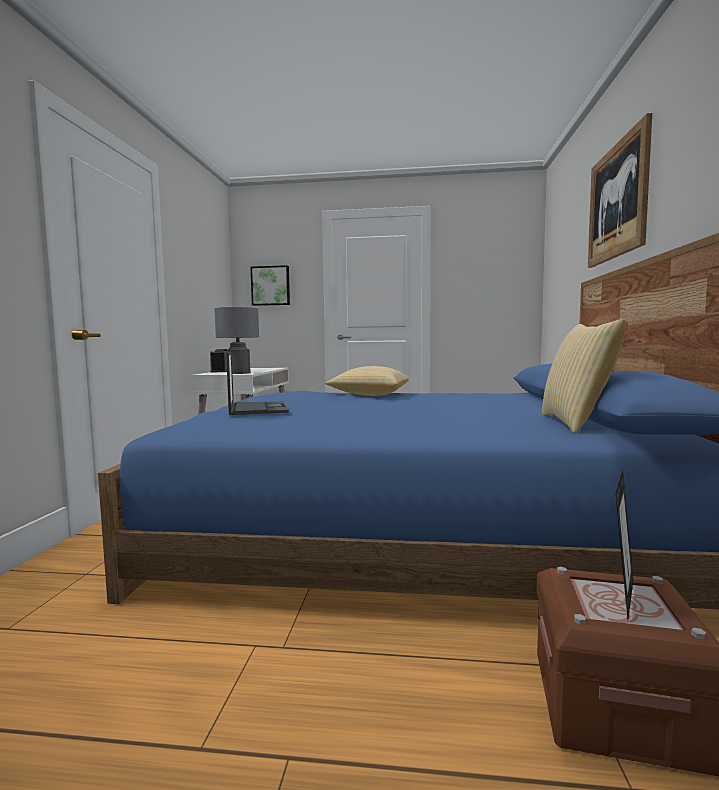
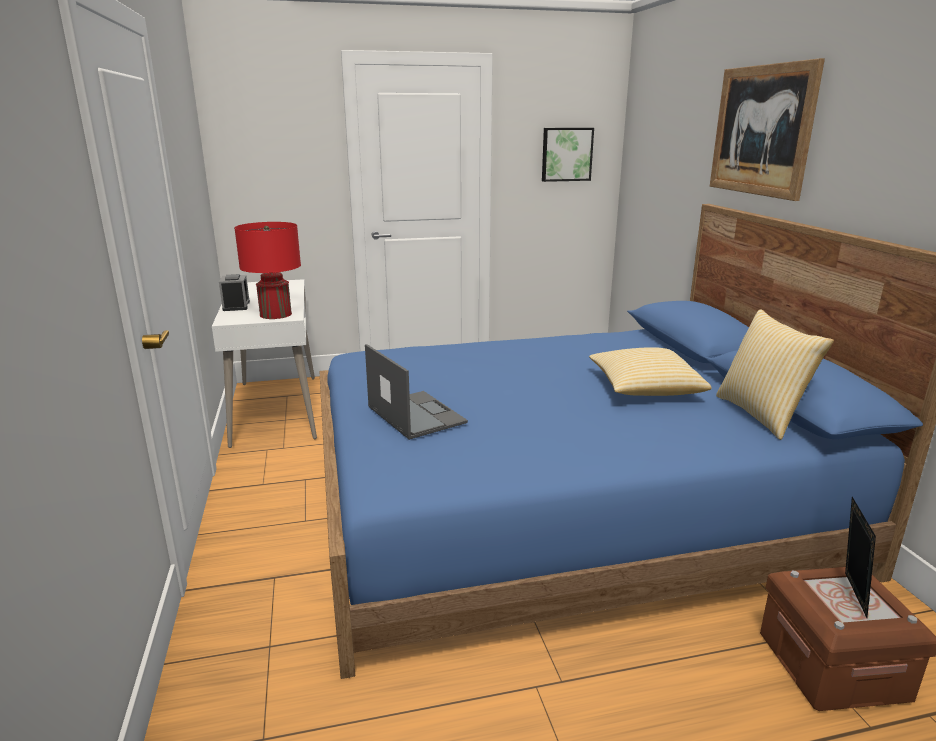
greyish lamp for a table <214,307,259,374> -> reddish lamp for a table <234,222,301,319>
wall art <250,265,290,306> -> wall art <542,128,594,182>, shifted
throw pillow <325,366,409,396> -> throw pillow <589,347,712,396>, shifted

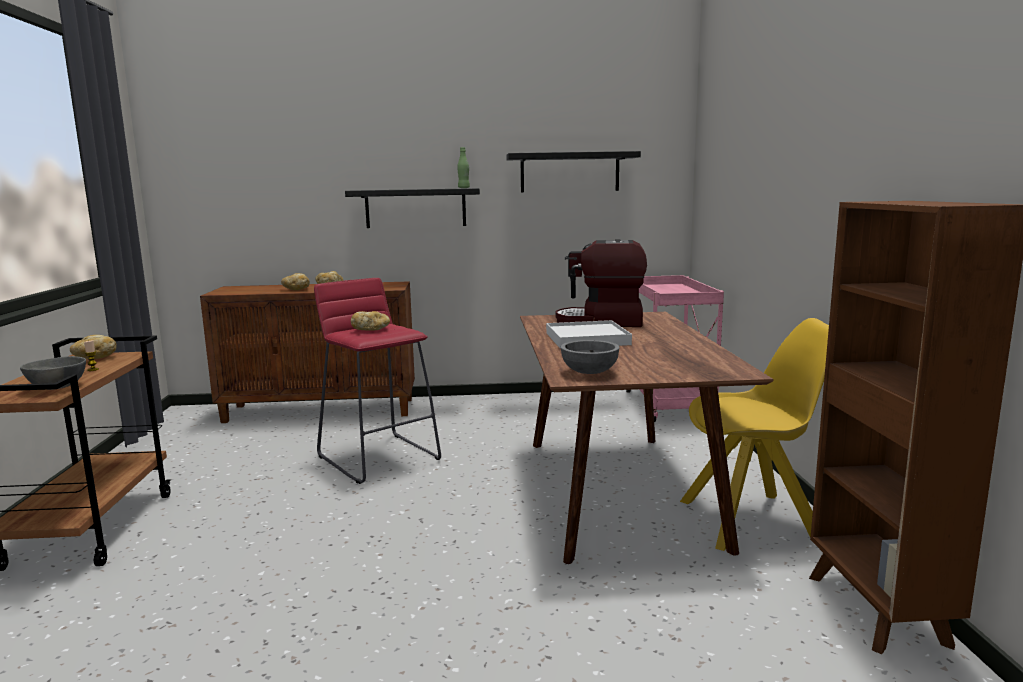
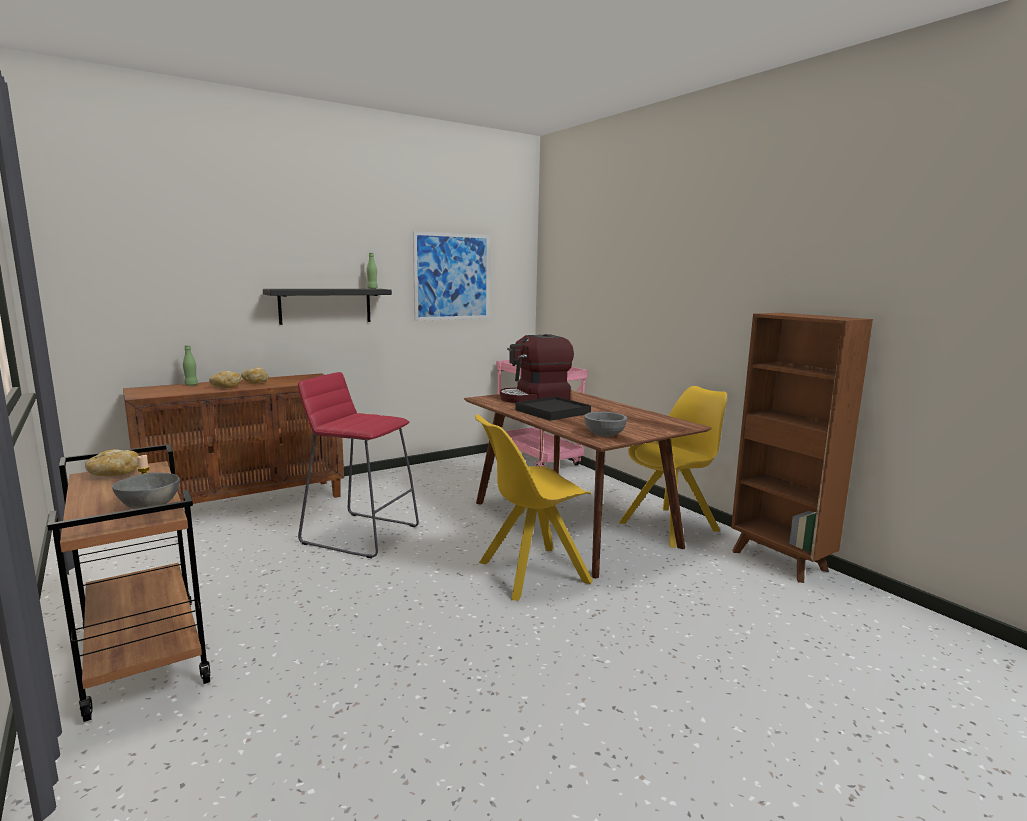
none -> green-coloured beverage bottle <183,345,198,386>
blackish bracket shelf <507,151,641,192> -> wall art <413,231,490,321>
none -> yellow chair <475,414,593,601>
white serving tray <546,320,632,349> -> blackish serving tray <515,396,591,421>
bread <351,311,390,331> -> none

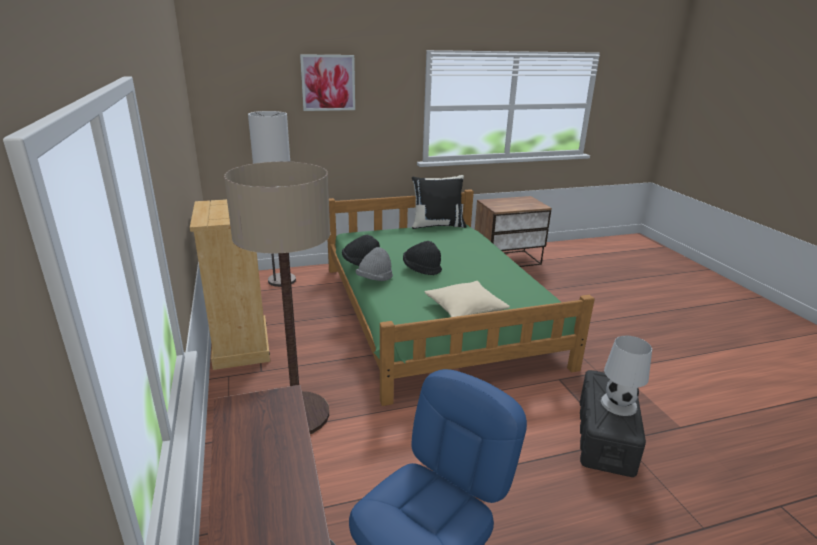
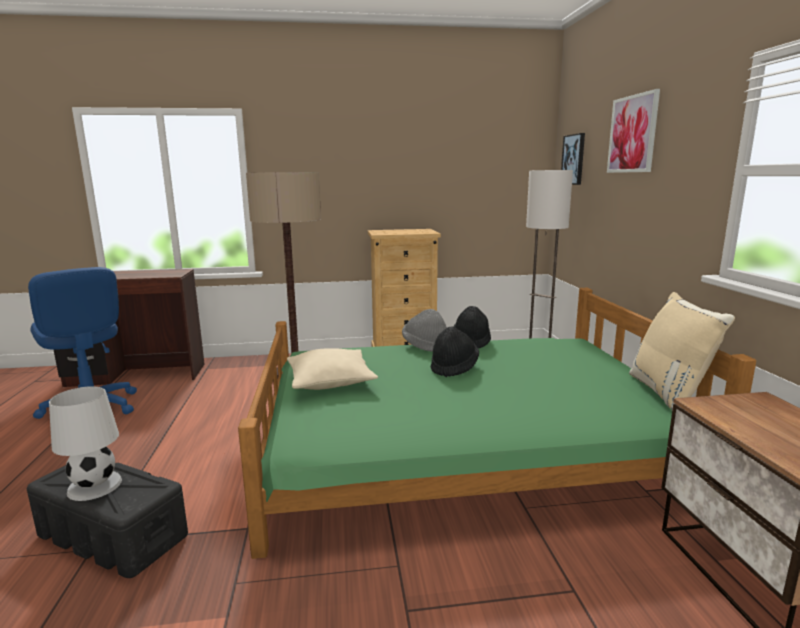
none -> wall art <561,133,585,185>
blackish throw pillow <412,175,467,229> -> beige throw pillow <629,292,735,410>

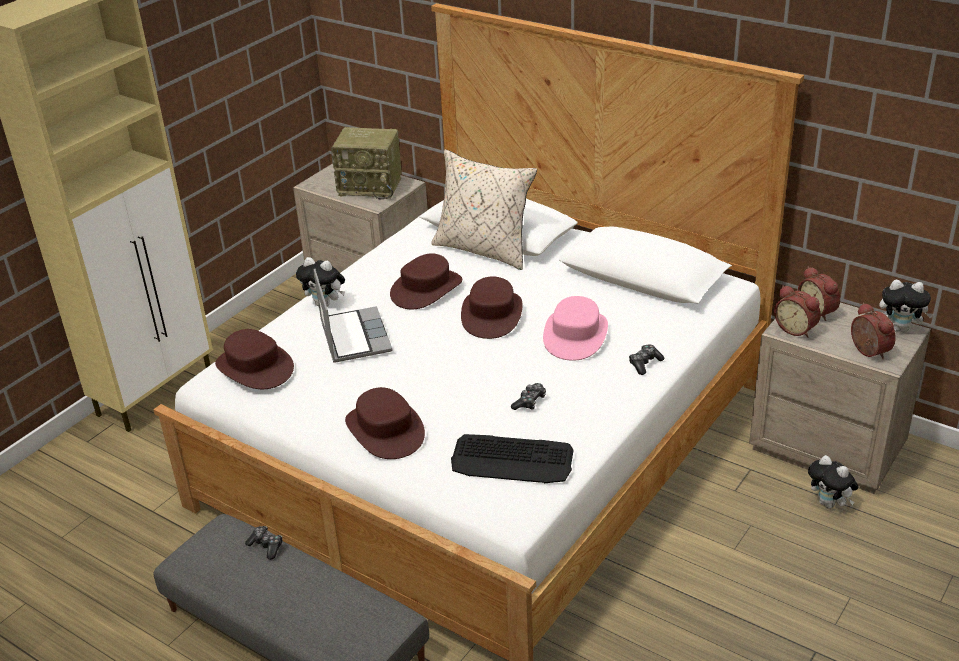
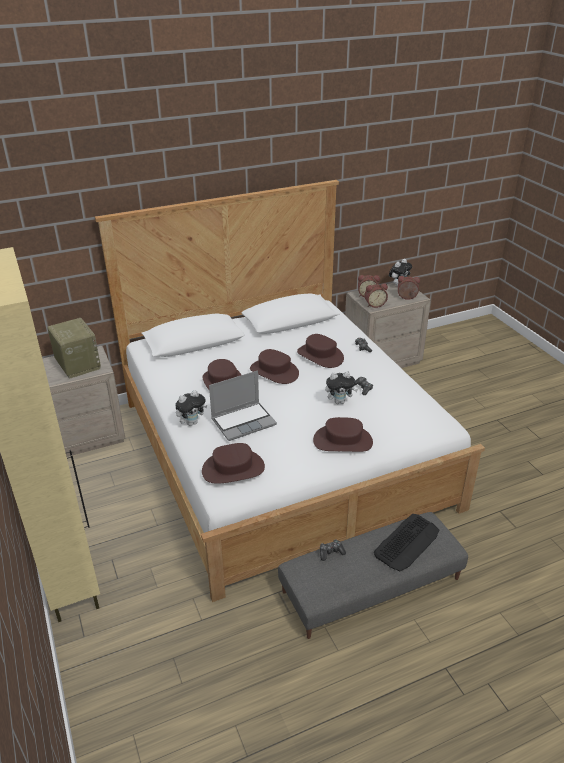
radio set <331,127,402,199> -> radio set <47,318,101,379>, 75 degrees counterclockwise
notebook computer <314,268,393,363> -> notebook computer <209,370,277,441>, 135 degrees clockwise
pink clothing hat <543,296,608,361> -> brown-coloured clothing hat <297,334,344,368>
soft toy <808,455,858,509> -> soft toy <325,372,358,404>, shifted
computer keyboard <451,434,574,483> -> computer keyboard <374,514,439,571>, shifted
beige throw pillow <431,149,537,270> -> none

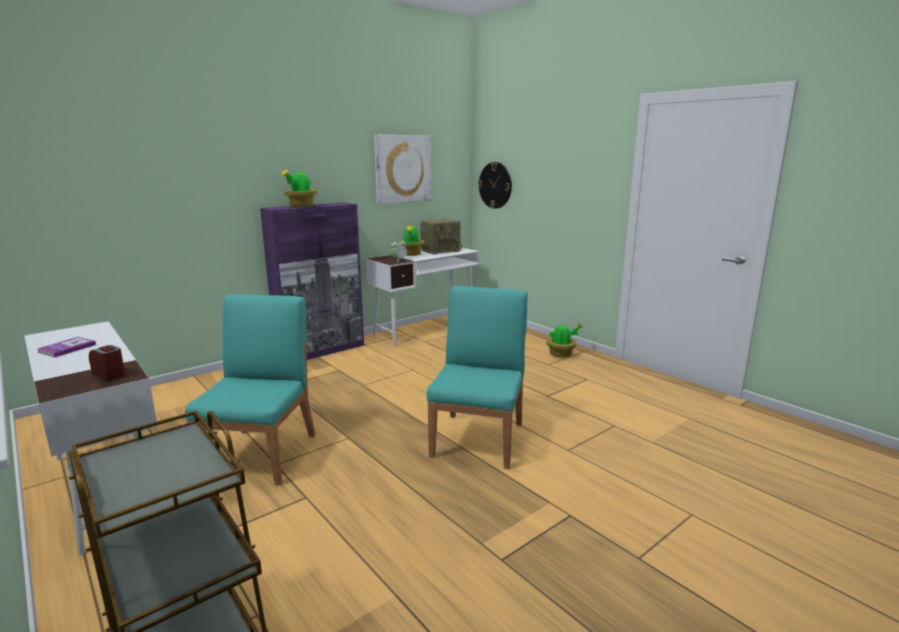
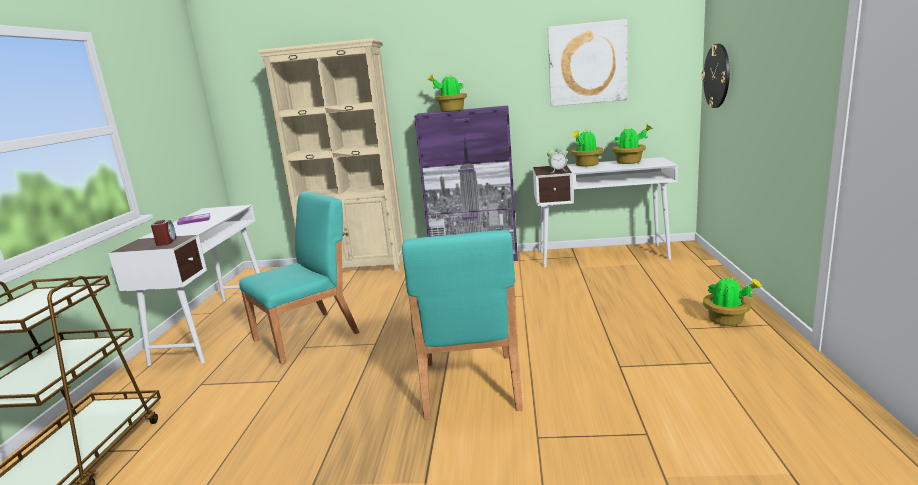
none -> beige bookshelf <257,38,404,272>
blue-green chair <427,286,528,469> -> blue-green chair <402,230,523,420>, 120 degrees clockwise
radio set <420,219,462,255> -> plant in a pot <612,124,653,164>

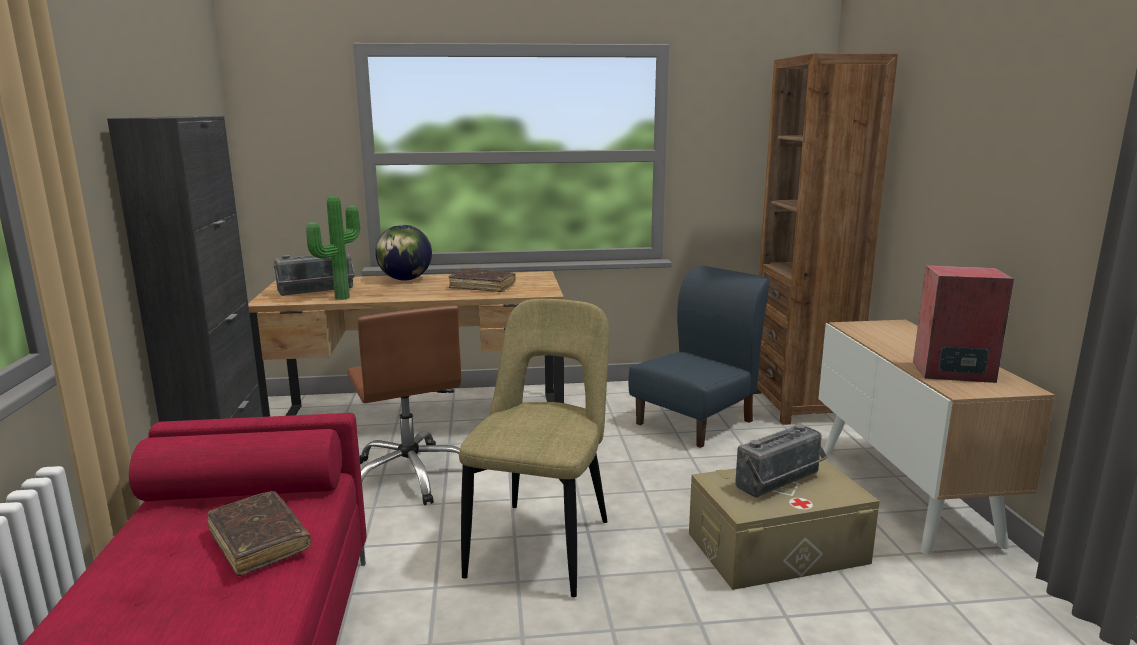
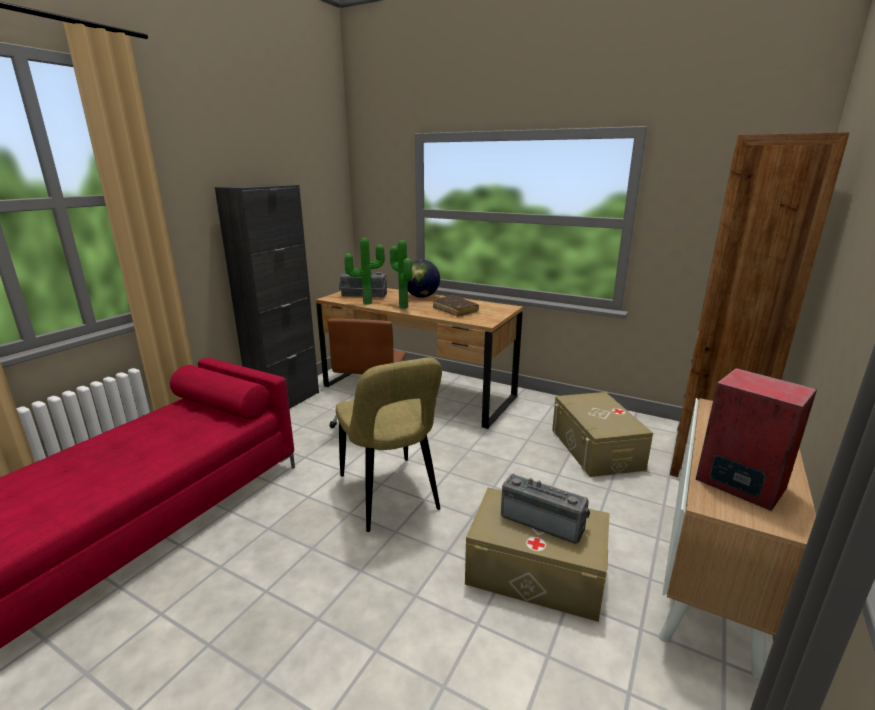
beige chair <459,299,610,597> -> beige chair <336,358,442,532>, 105 degrees clockwise
none -> plant in a pot <390,240,412,309>
radio set <735,424,828,497> -> radio set <501,474,590,544>, 150 degrees counterclockwise
bluish chair <628,266,769,448> -> beige storage container <552,392,653,477>
brown-coloured book <207,491,311,576> -> none

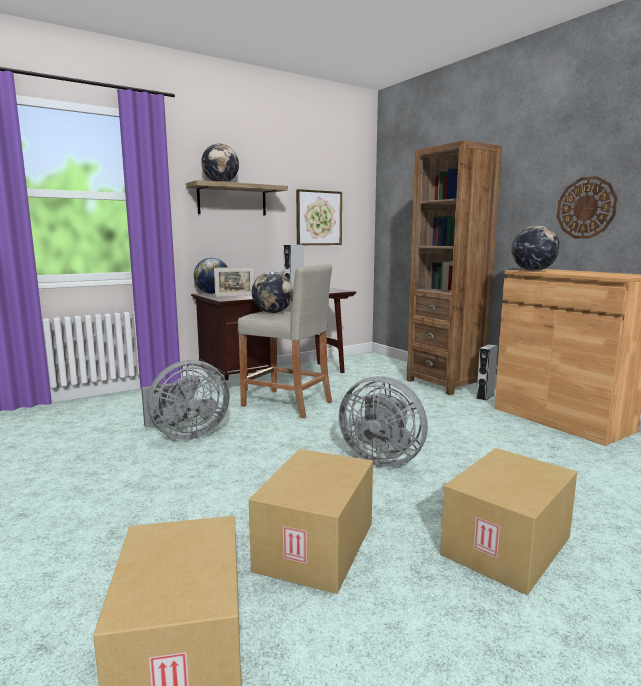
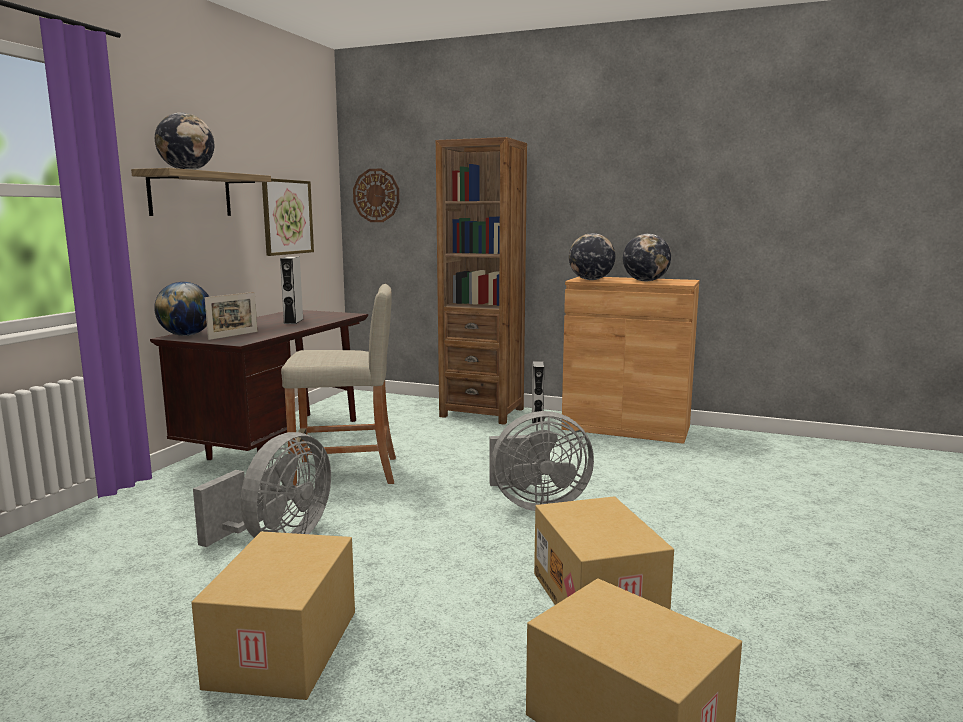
packing box <440,448,577,595> -> packing box <191,531,355,700>, shifted
hanging clock <557,176,617,239> -> hanging clock <353,169,399,222>, shifted
world globe <252,271,293,313> -> world globe <623,234,671,281>, shifted

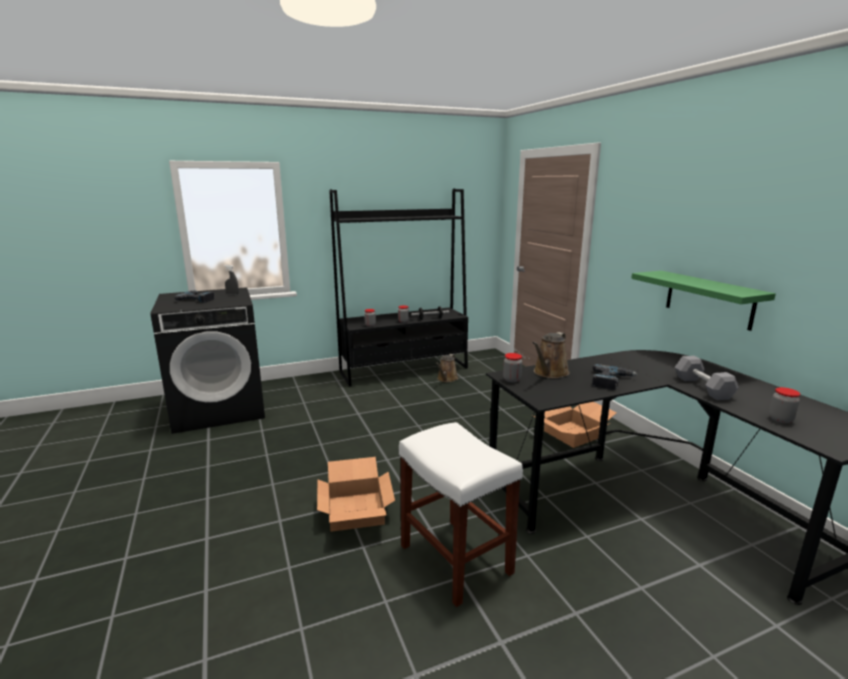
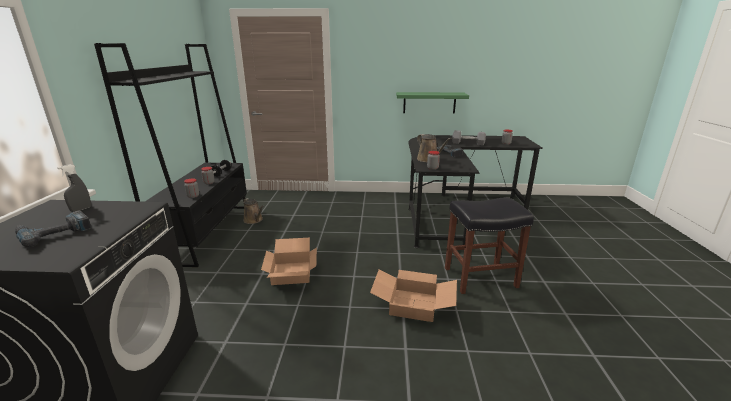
packing box <533,402,617,448> -> packing box <261,238,317,285>, shifted
white sitting stool <399,422,523,607> -> blackish sitting stool <445,197,534,294>

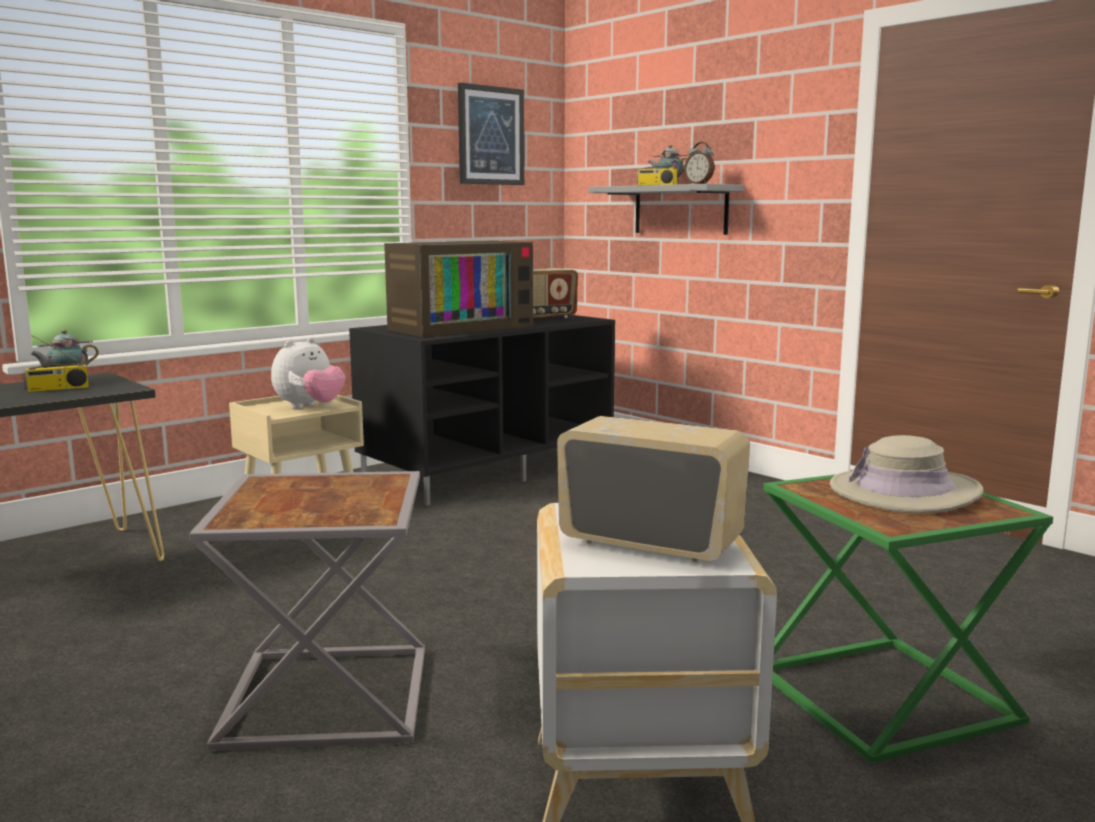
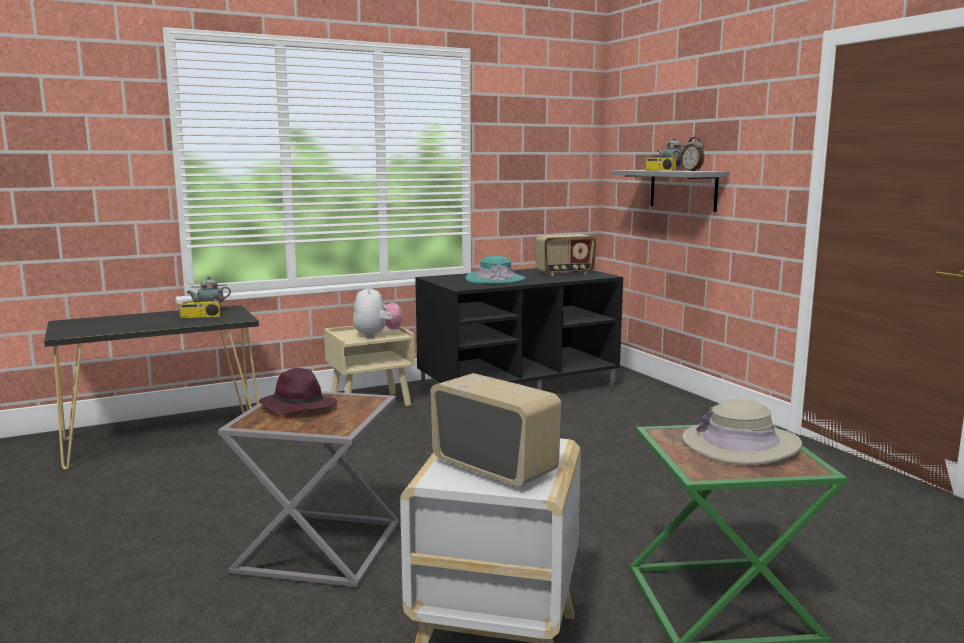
none -> purplish clothing hat <259,368,337,415>
soft toy <271,338,346,409> -> soft toy <353,285,402,338>, 60 degrees counterclockwise
TV set <384,241,533,337> -> blue-green clothing hat <466,256,526,284>
wall art <458,83,524,185> -> none

